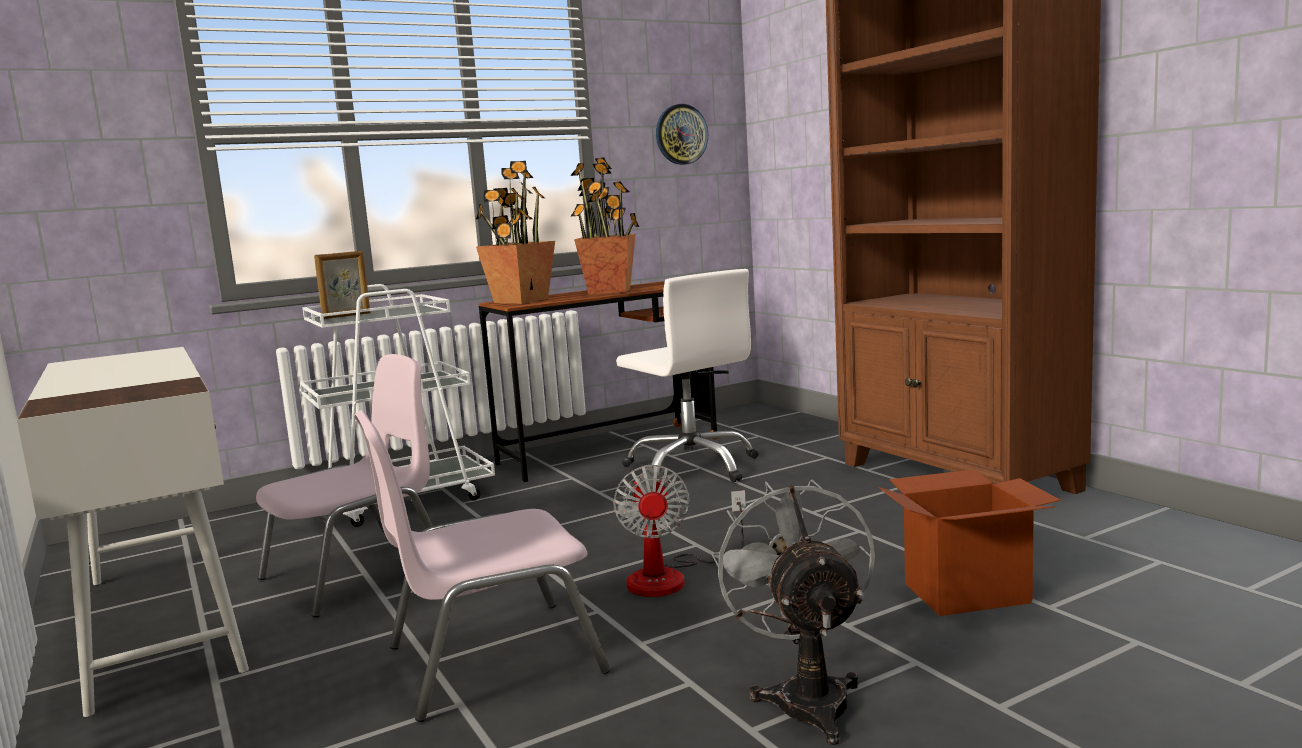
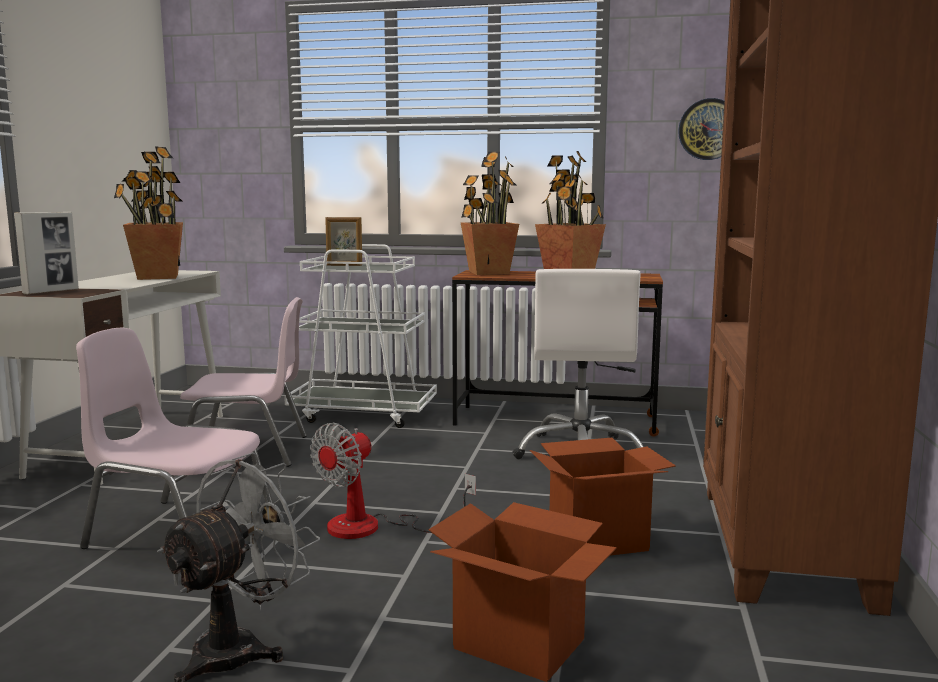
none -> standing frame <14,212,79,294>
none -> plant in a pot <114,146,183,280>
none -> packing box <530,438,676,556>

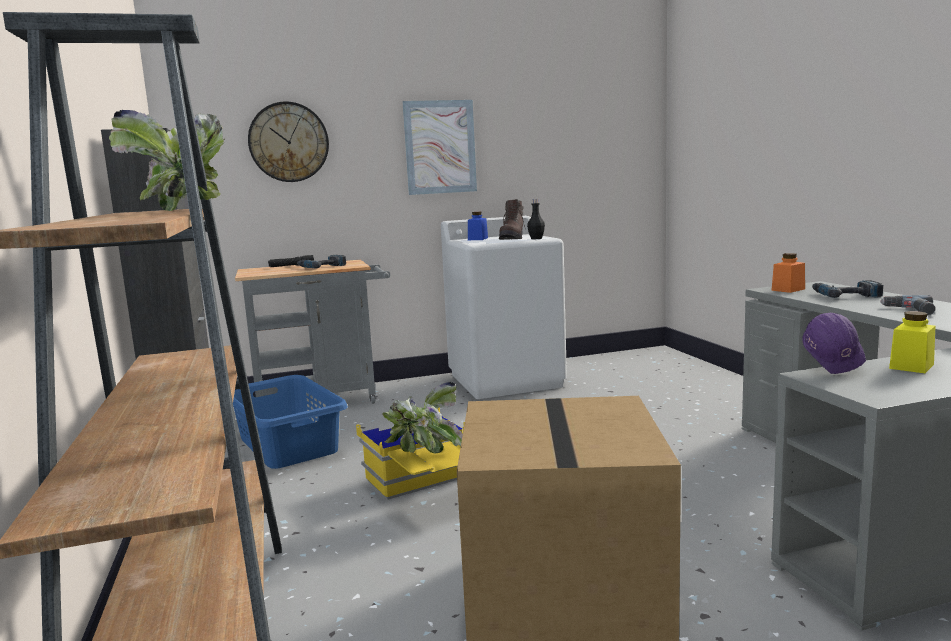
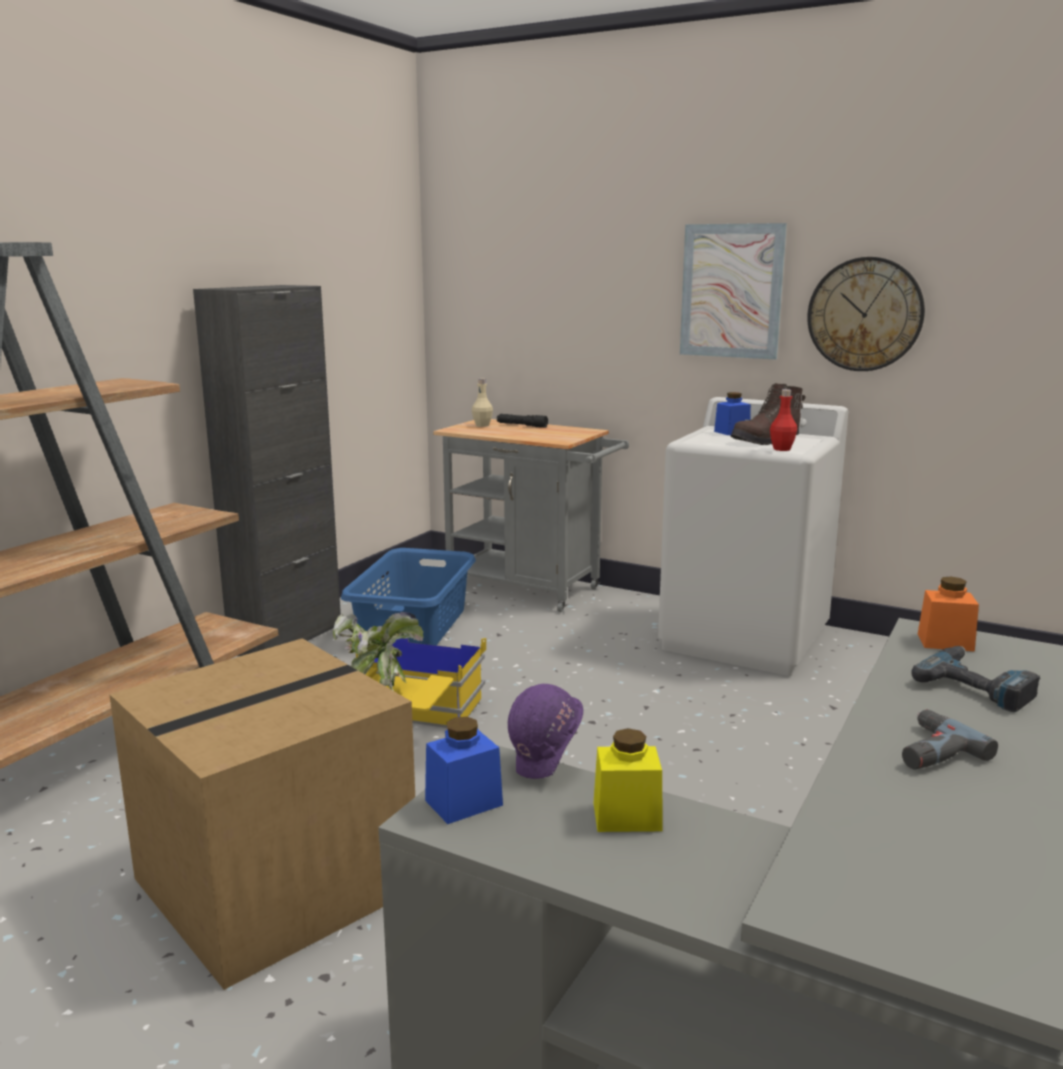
none -> bluish jar <425,717,503,824>
none -> beige beverage bottle <472,378,493,427>
blackish beverage bottle <527,199,545,239> -> reddish beverage bottle <770,389,797,451>
hanging clock <248,101,329,182> -> hanging clock <807,257,925,371>, shifted
plant in a pot <109,110,225,211> -> none
electric drill <297,255,346,268> -> none

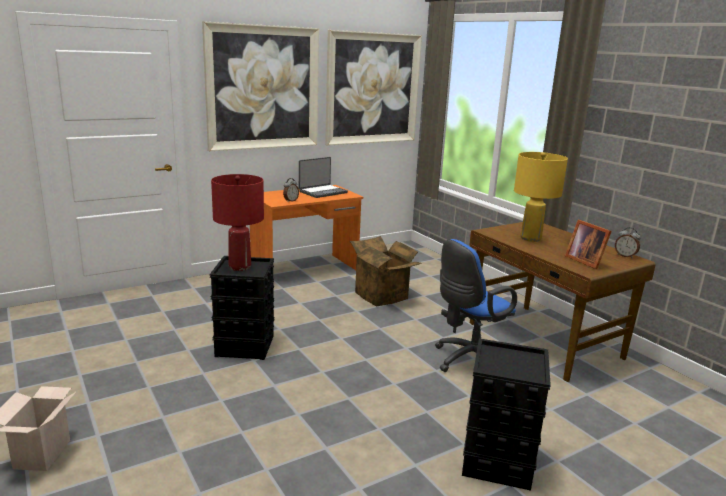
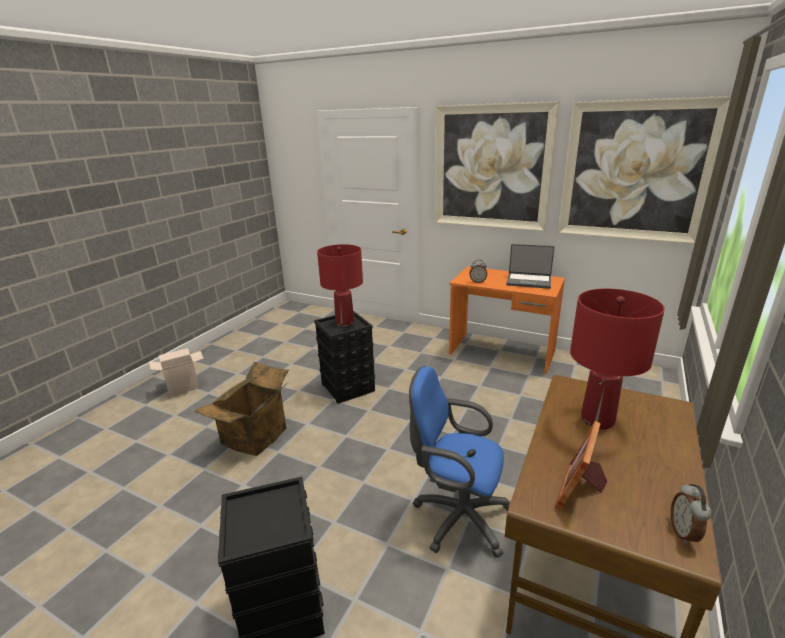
packing box <350,236,422,307> -> packing box <194,362,289,456>, shifted
yellow lamp for a table <514,152,568,242> -> reddish lamp for a table <570,289,665,430>

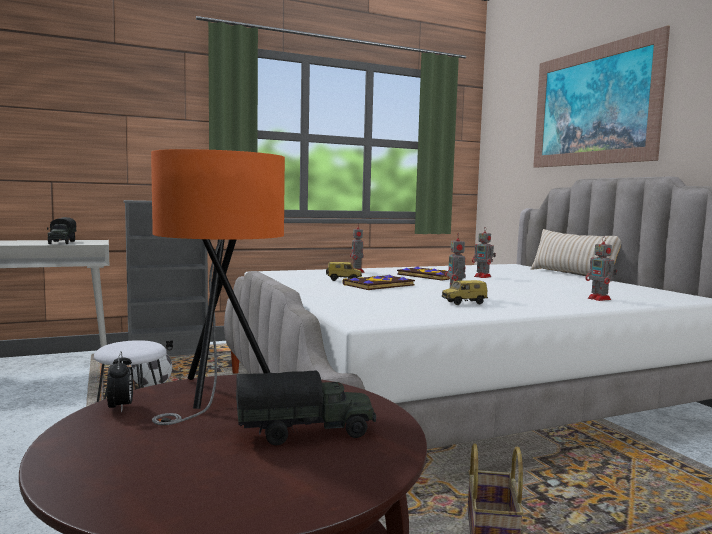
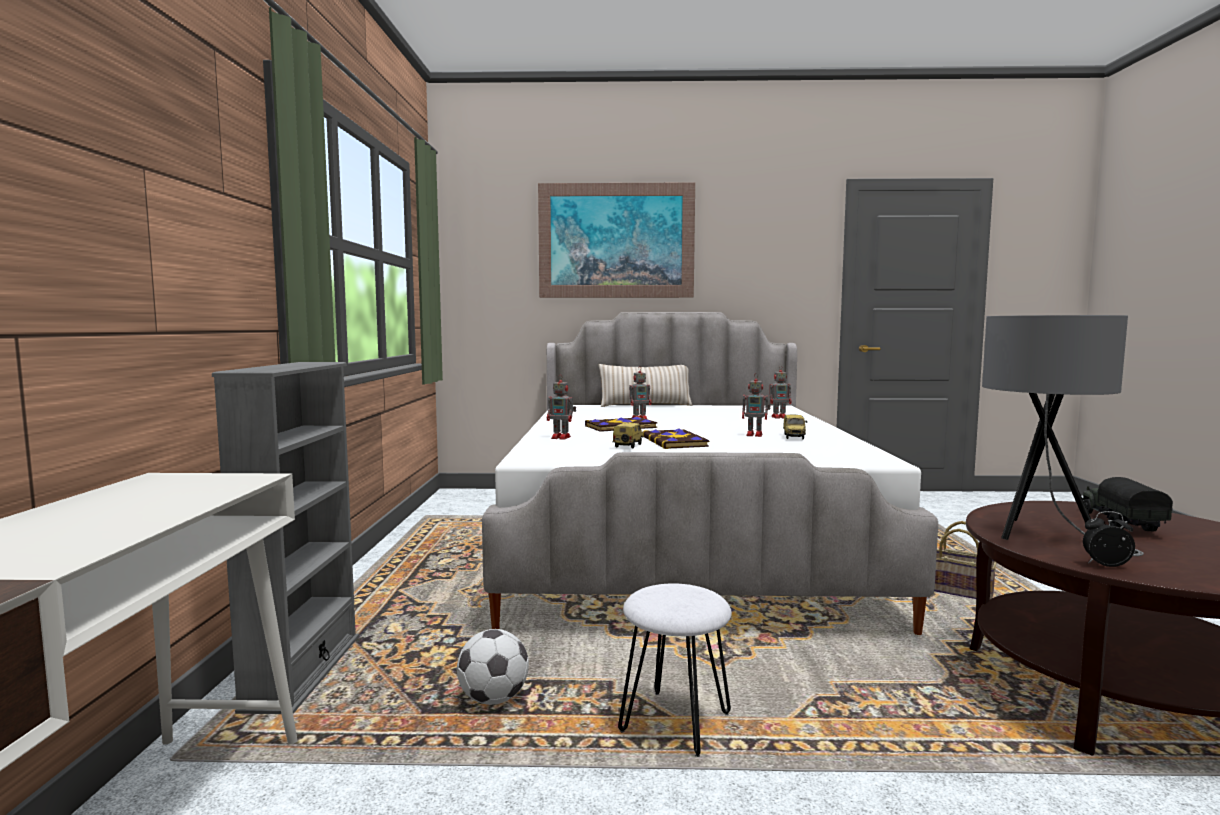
orange-coloured lamp for a table <151,149,285,425> -> greyish lamp for a table <982,315,1144,556>
model truck <47,217,77,244> -> none

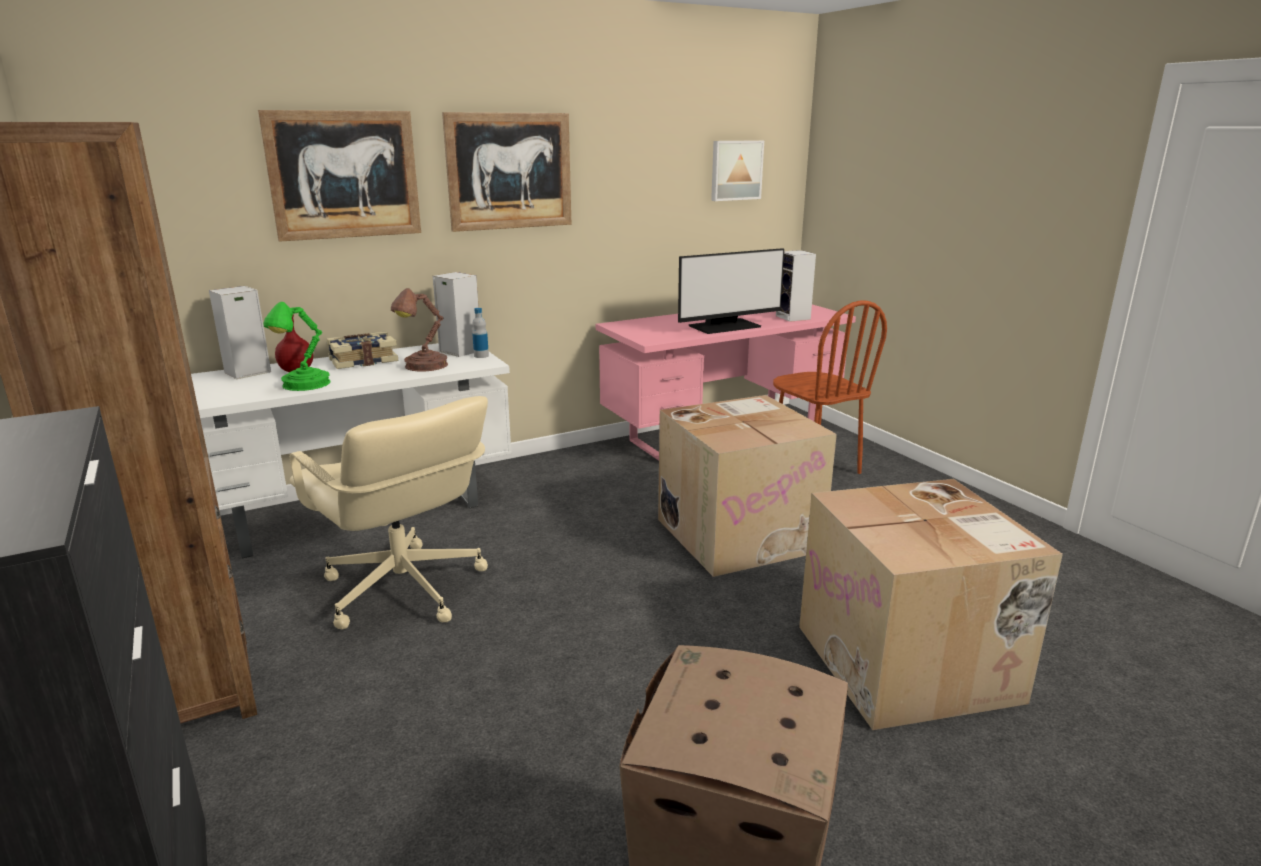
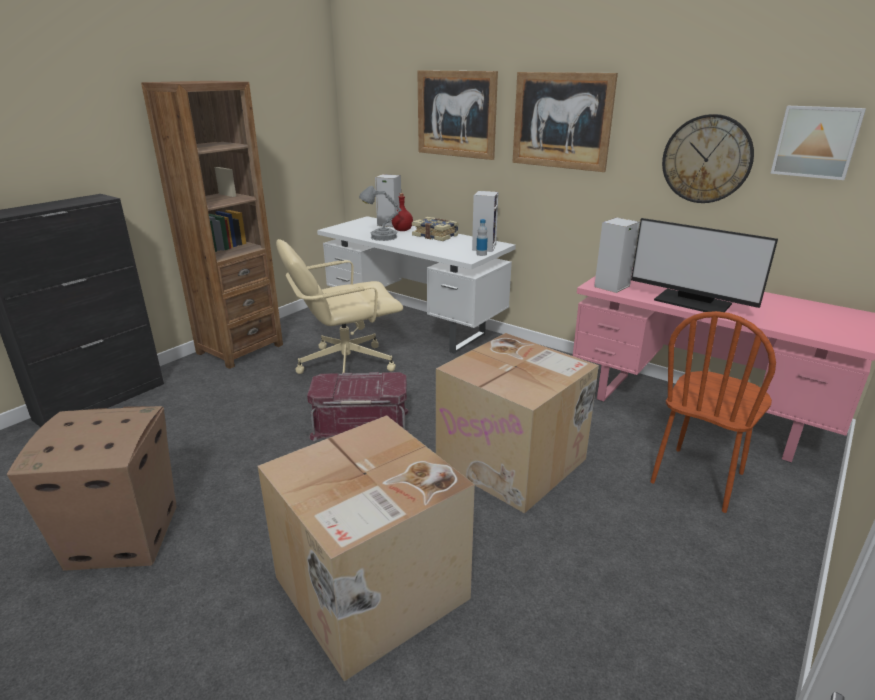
beige office chair <290,396,488,629> -> beige office chair <276,239,403,374>, 45 degrees clockwise
none -> reddish storage container <307,372,410,441>
green-coloured lamp for a table <263,302,331,391> -> greyish lamp for a table <359,186,401,241>
loudspeaker <776,250,816,322> -> loudspeaker <594,217,640,293>, shifted
none -> hanging clock <662,114,754,203>
brown-coloured lamp for a table <391,288,448,371> -> none

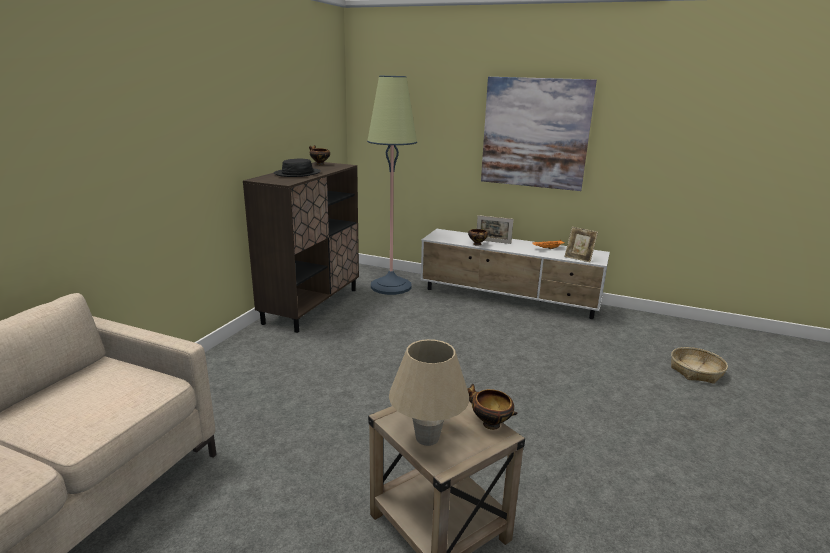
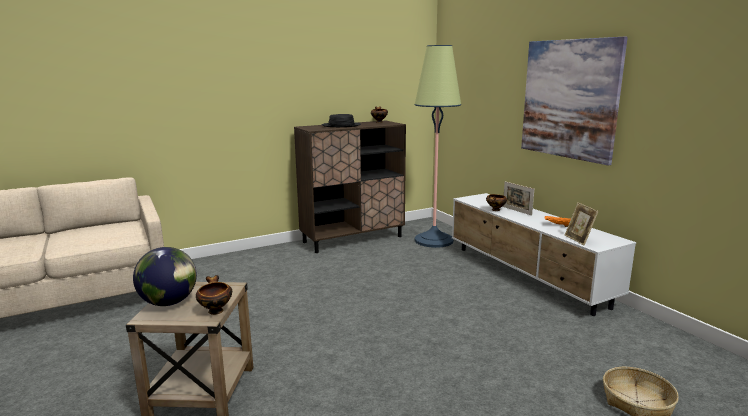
beige lamp for a table <389,339,469,446> -> world globe <133,247,197,306>

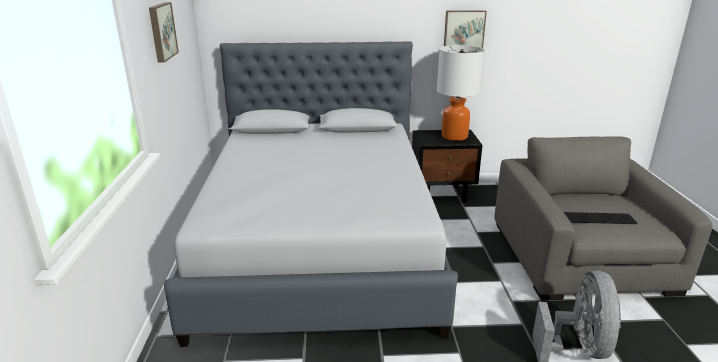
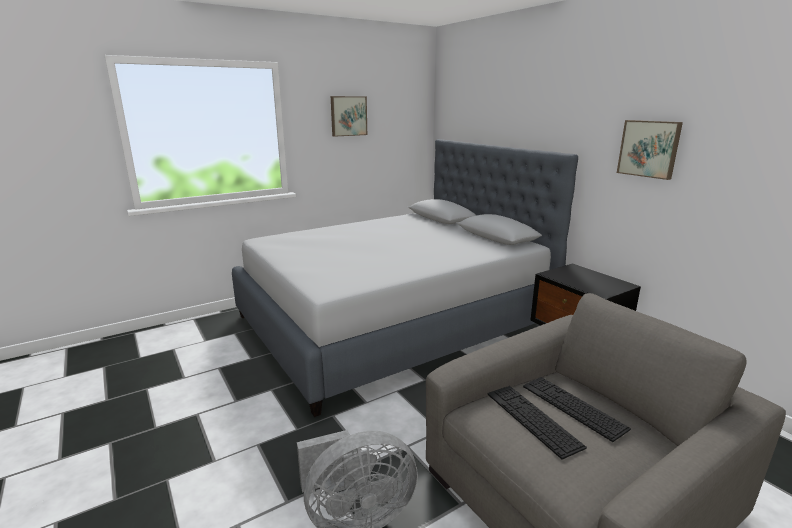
none -> computer keyboard <523,377,631,442>
lamp for a table <437,45,485,141> -> none

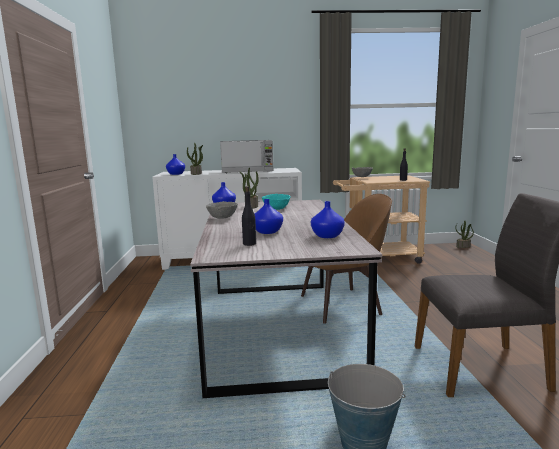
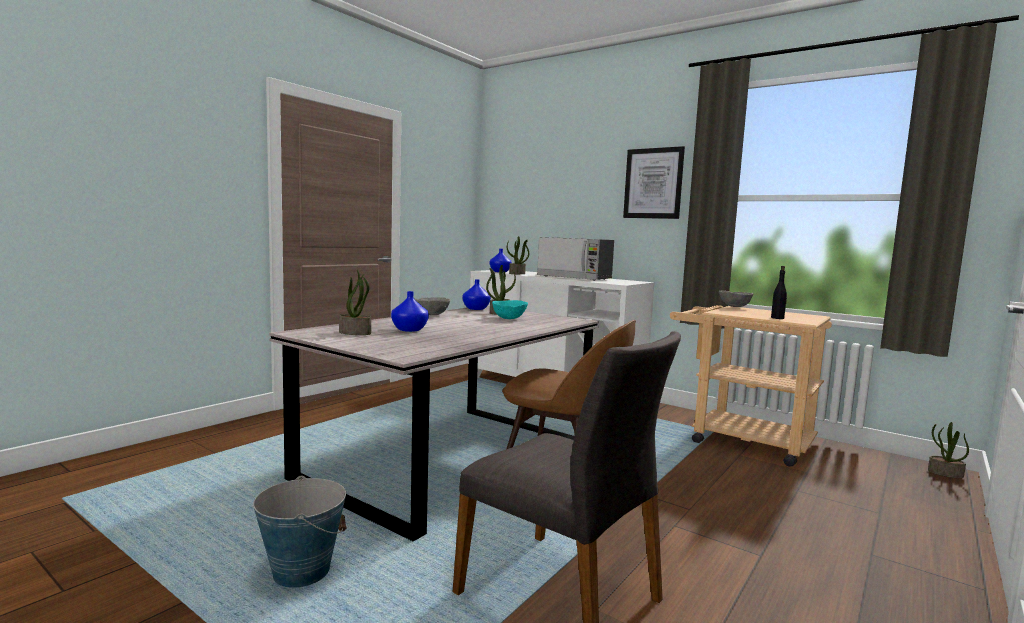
blackish beverage bottle <242,186,256,246> -> plant in a pot <339,270,371,335>
none -> wall art <623,146,685,219>
bluish decorative vase <311,201,345,238> -> none

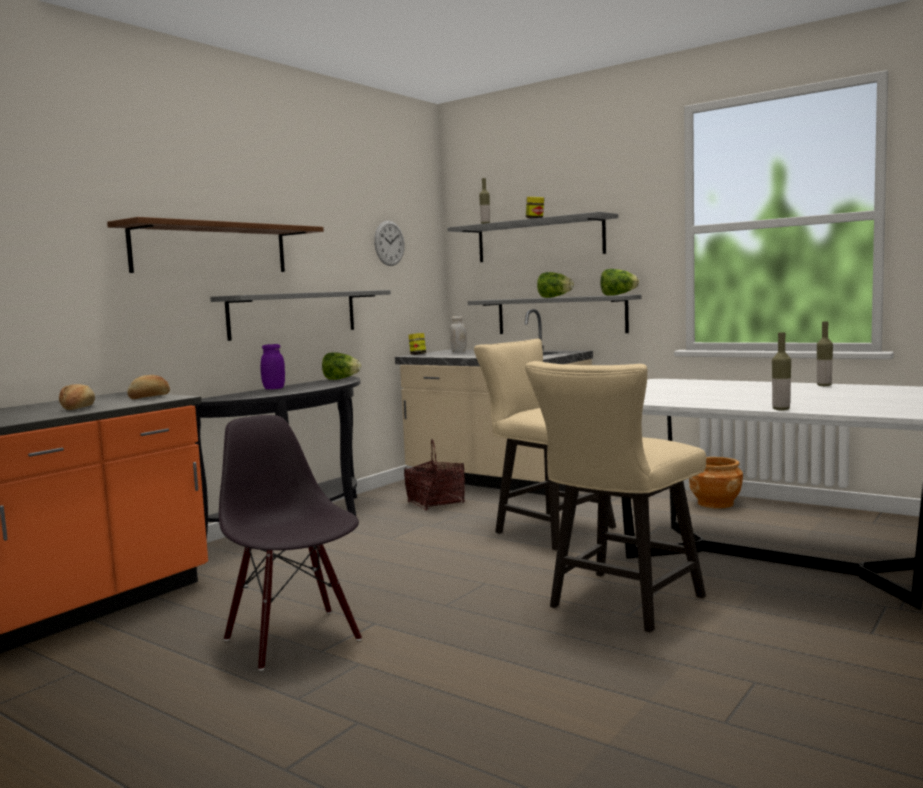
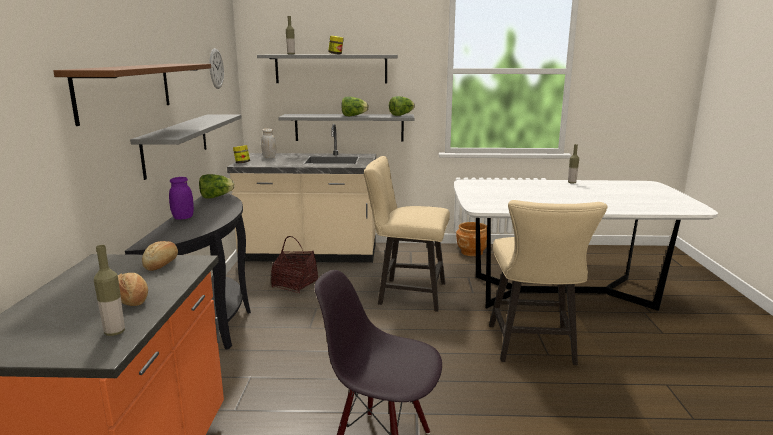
beverage bottle <772,332,791,410> -> beverage bottle <94,245,125,336>, shifted

